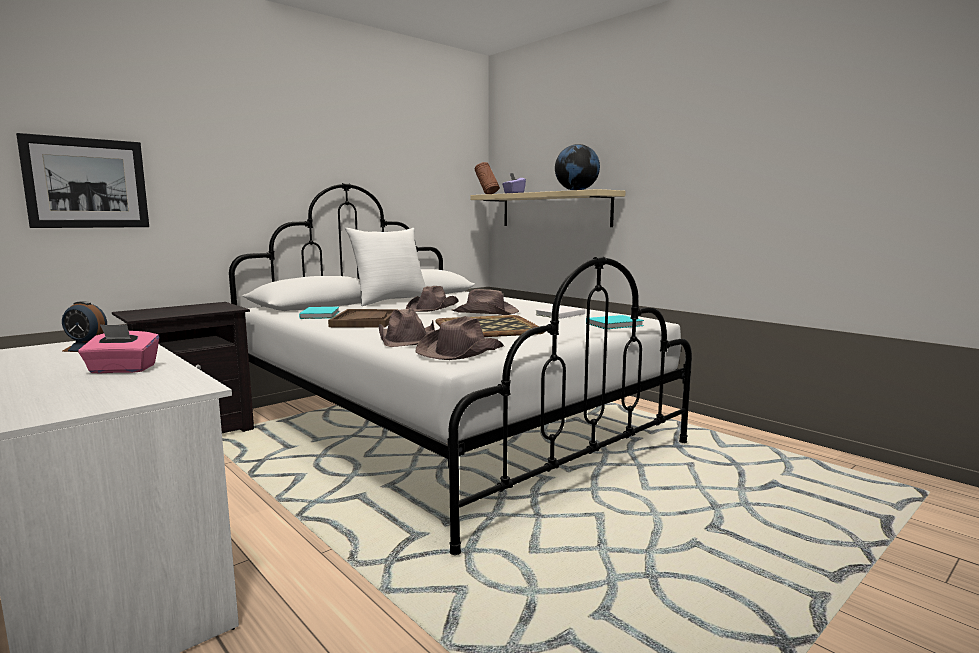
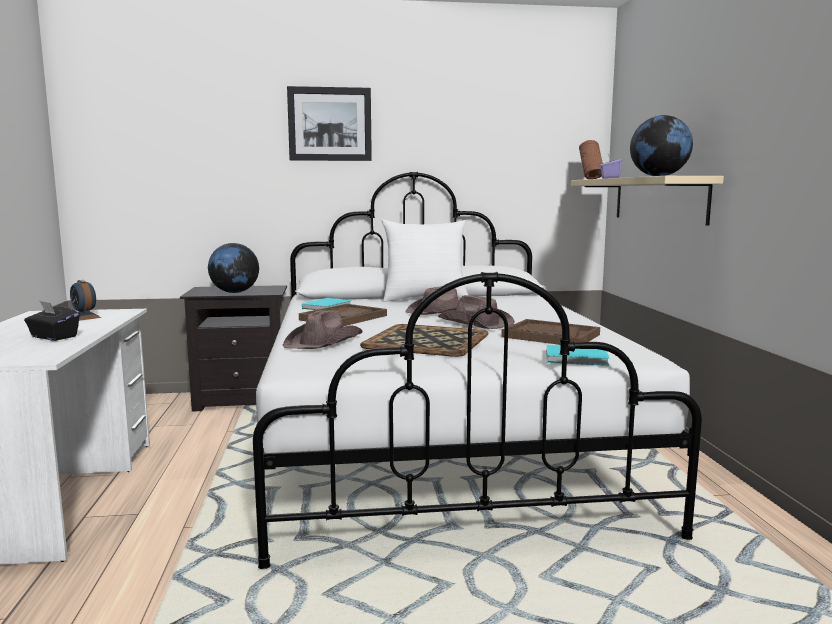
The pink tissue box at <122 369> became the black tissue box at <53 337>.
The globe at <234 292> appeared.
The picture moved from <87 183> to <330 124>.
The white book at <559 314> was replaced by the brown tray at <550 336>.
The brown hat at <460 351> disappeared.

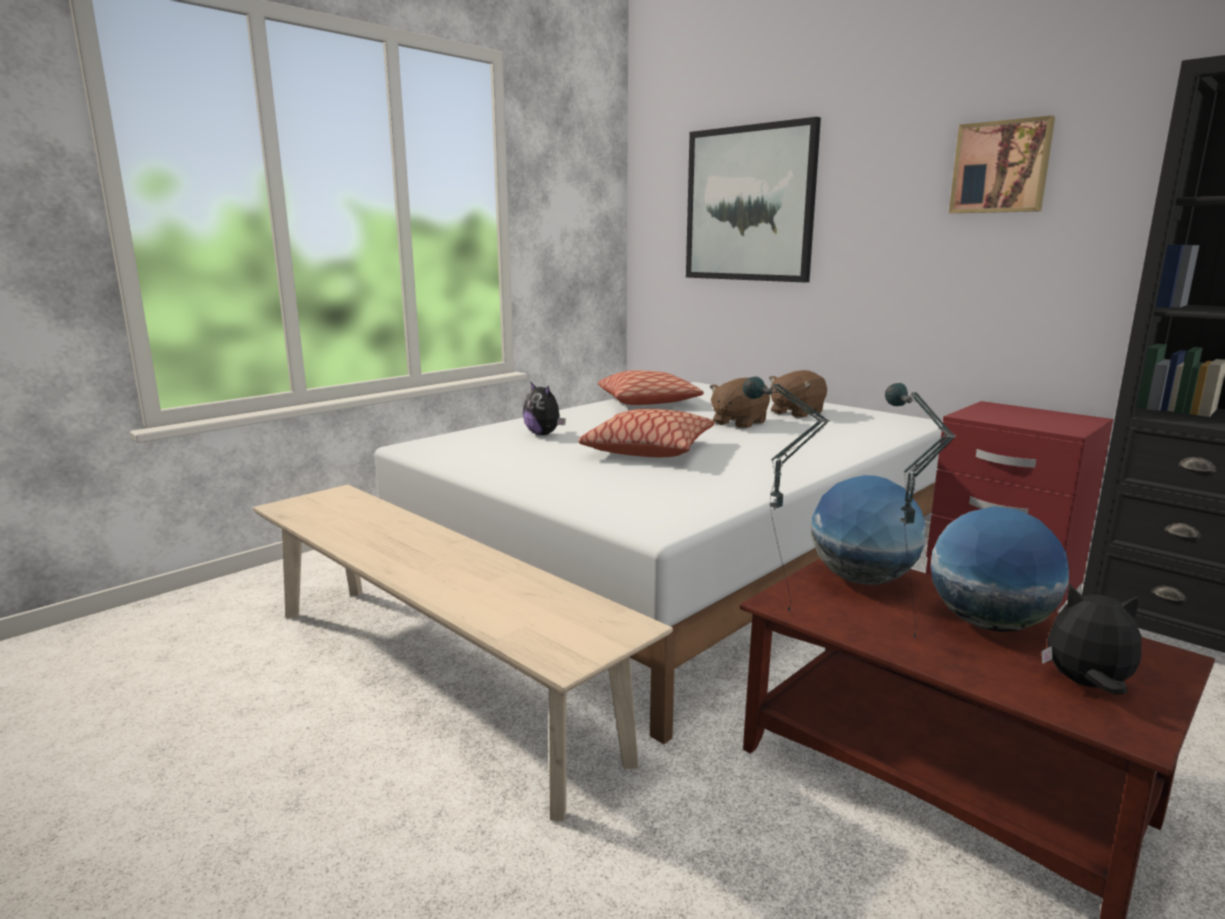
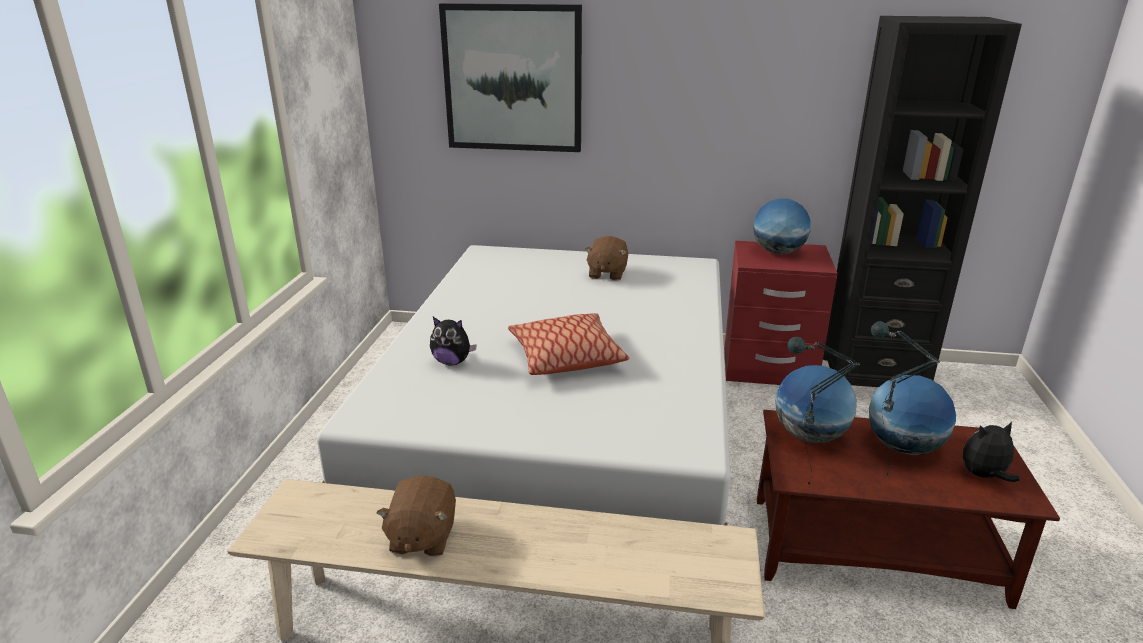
The brown plush toy moved from <738 423> to <422 537>.
The globe at <778 252> appeared.
The pillow at <648 402> disappeared.
The picture at <1001 167> disappeared.

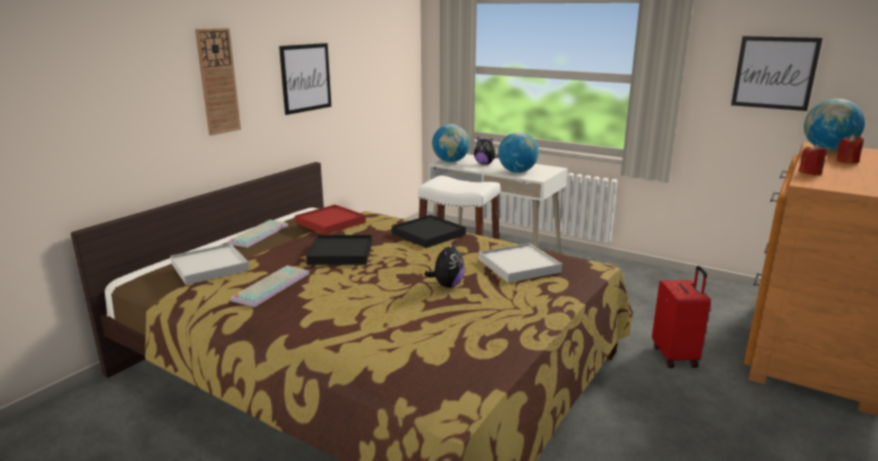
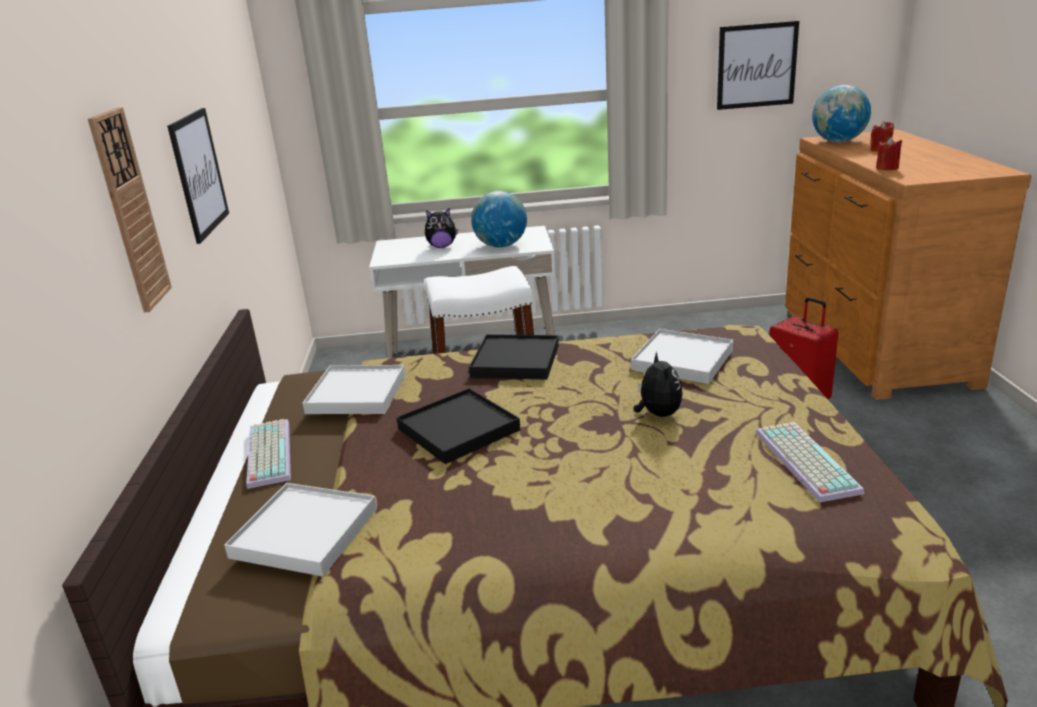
The red tray at <330 222> became the white tray at <357 394>.
The keyboard moved from <271 286> to <803 461>.
The globe at <450 161> disappeared.

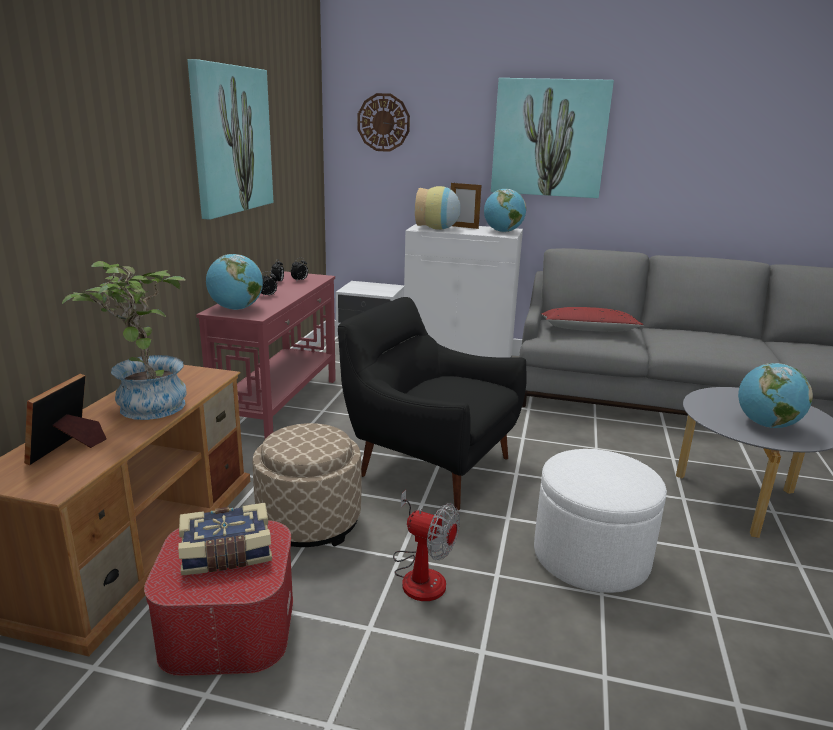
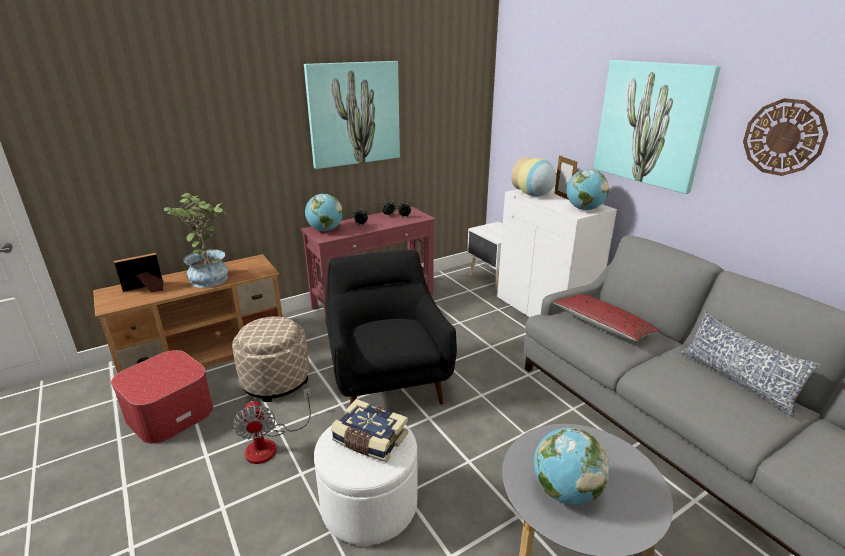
The book moved from <226 554> to <369 440>.
The pillow at <736 379> appeared.
The wall clock moved from <383 122> to <783 137>.

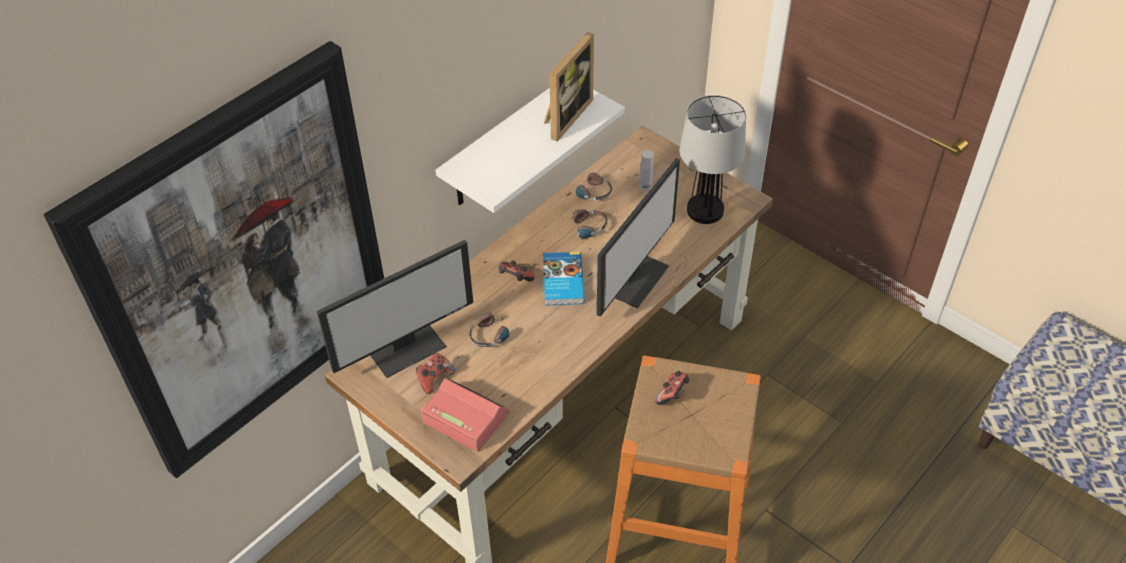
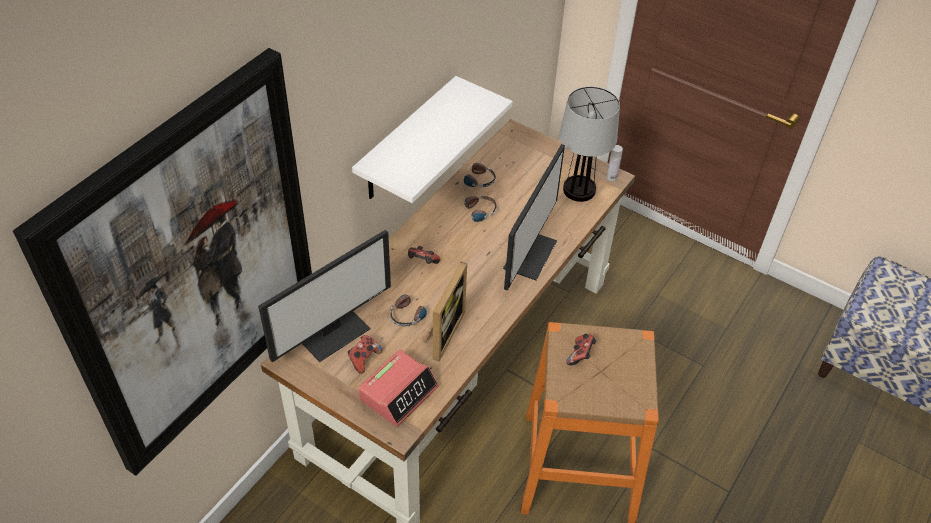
The alarm clock at <465 418> turned 105 degrees clockwise.
The picture frame moved from <564 116> to <441 332>.
The white bottle moved from <645 186> to <611 177>.
The book at <562 281> disappeared.

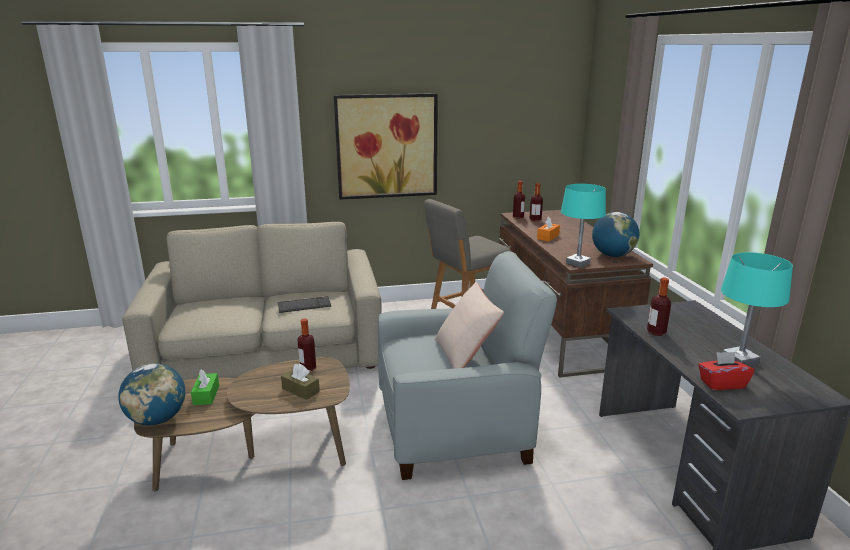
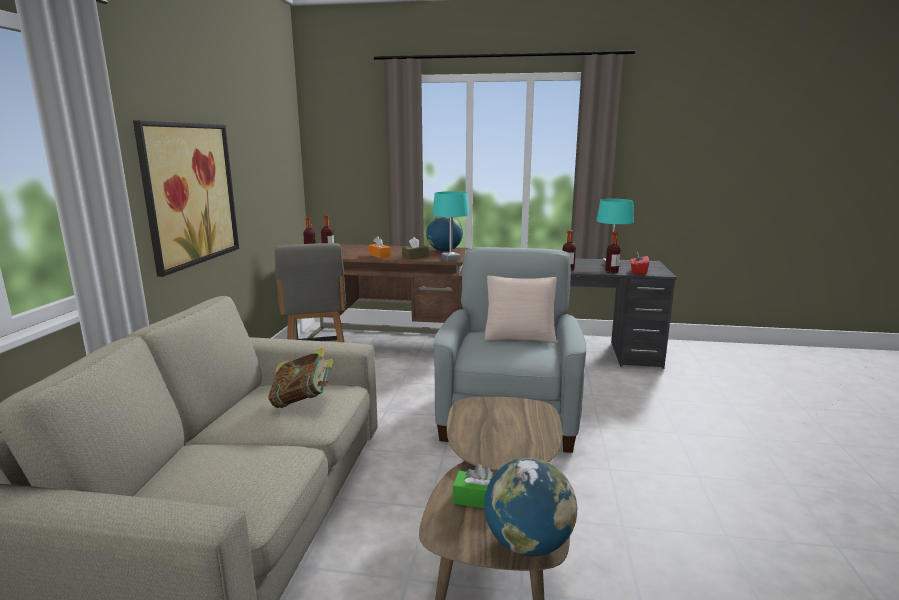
The keyboard at <304 306> was replaced by the book at <303 401>.
The brown tissue box moved from <300 390> to <415 257>.
The bottle moved from <308 368> to <611 272>.

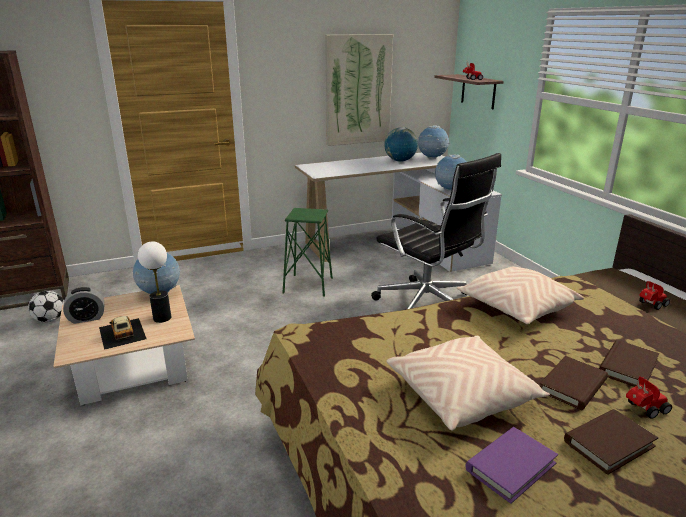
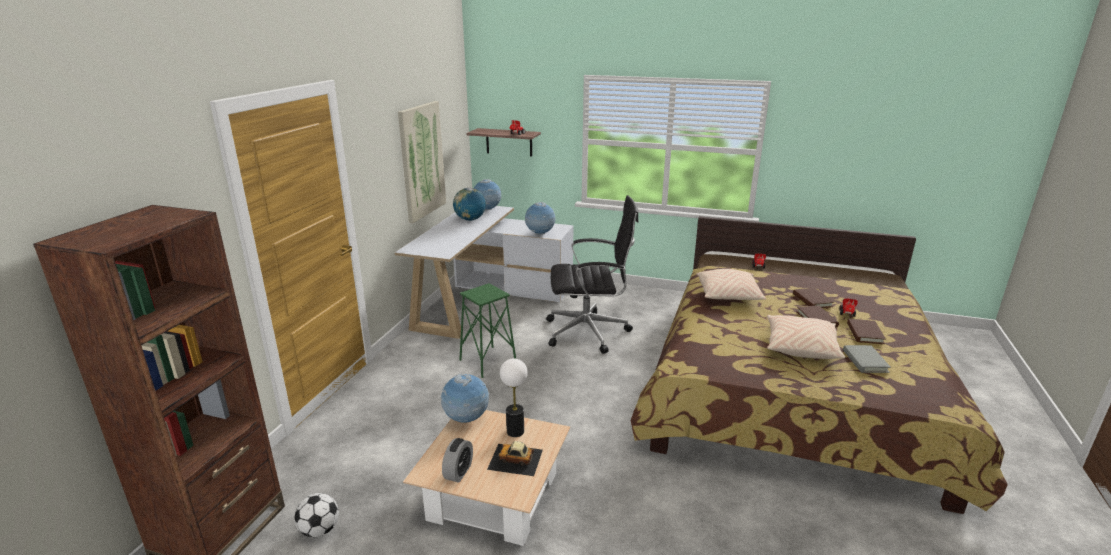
The purple book at <510 466> became the grey book at <865 361>.

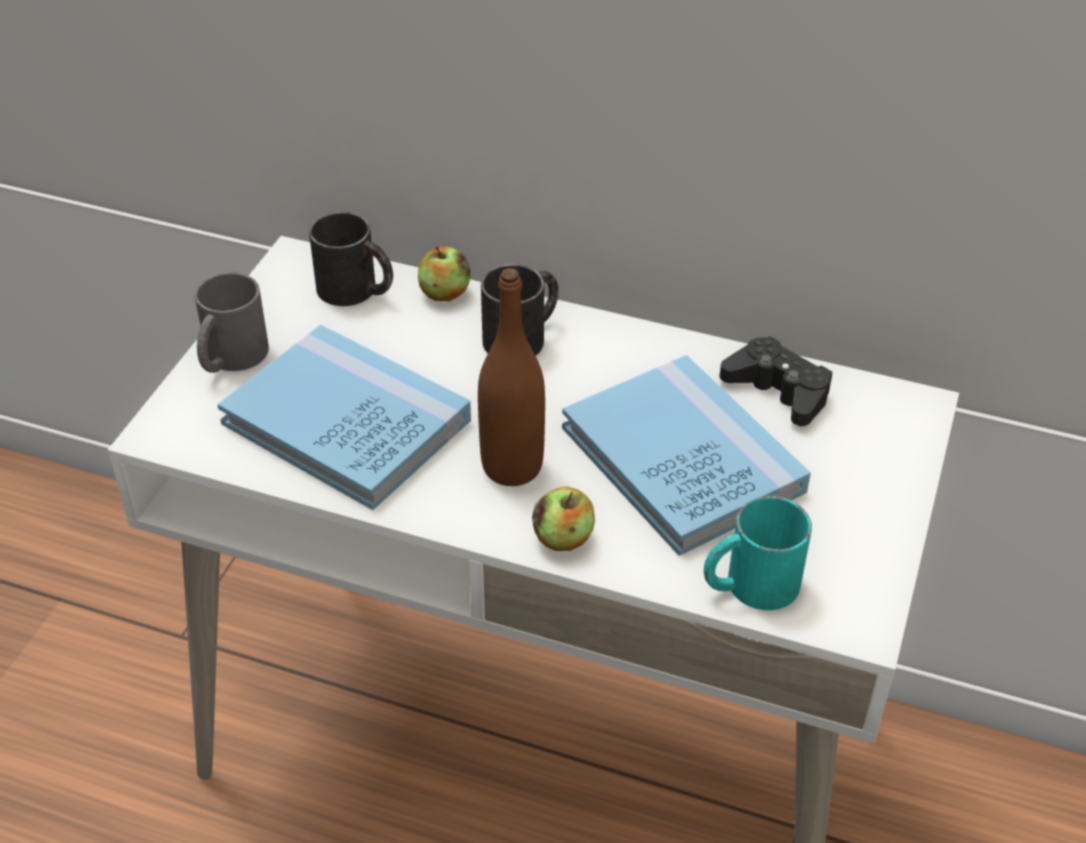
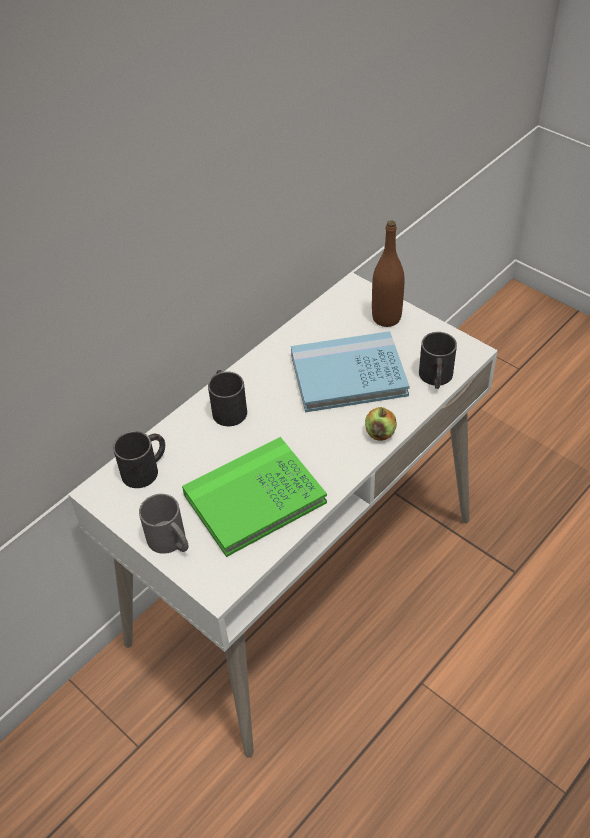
The blue book at <346 422> became the green book at <255 499>.
The brown bottle moved from <512 466> to <386 318>.
The turquoise mug at <749 585> became the black mug at <436 378>.
The apple at <444 293> disappeared.
The black game controller at <778 390> disappeared.

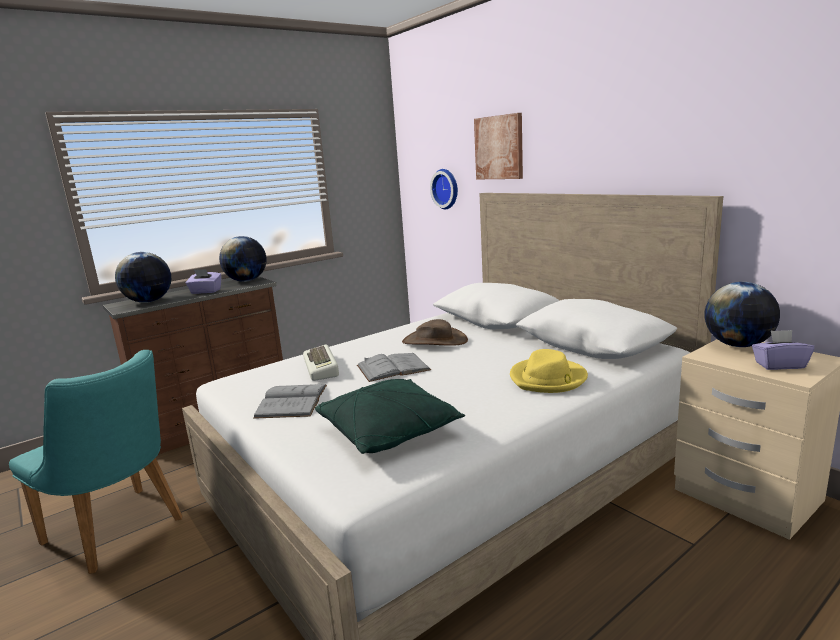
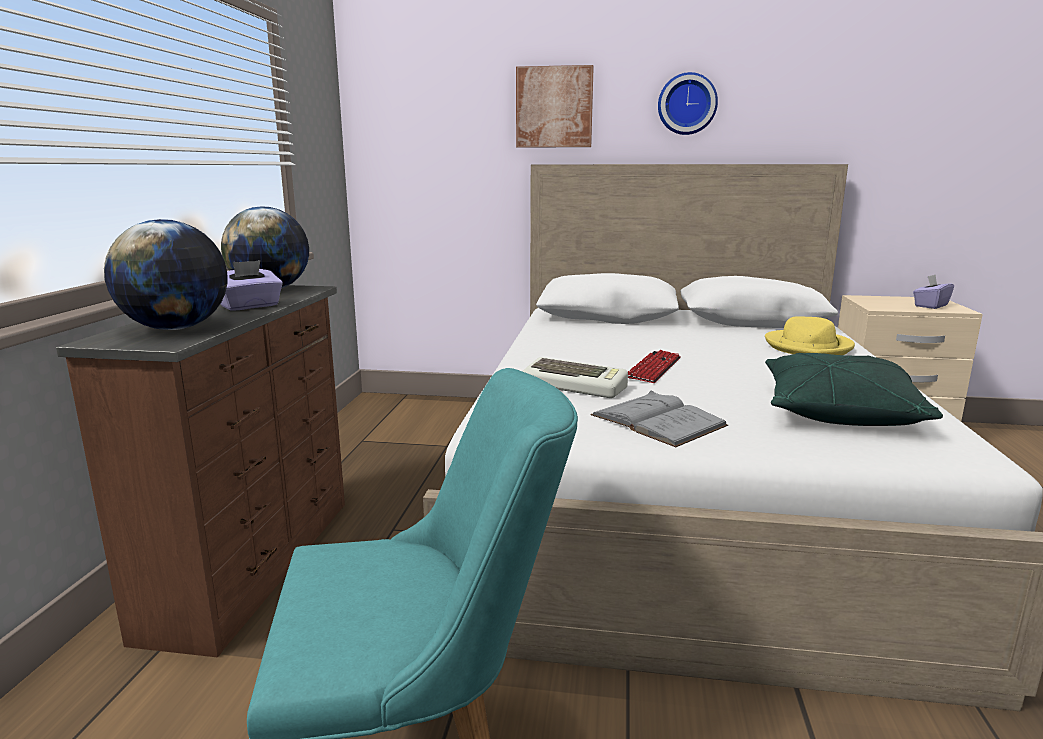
The grey book at <393 367> was replaced by the keyboard at <654 368>.
The wall clock moved from <446 188> to <687 104>.
The brown hat at <434 341> disappeared.
The globe at <738 345> disappeared.

